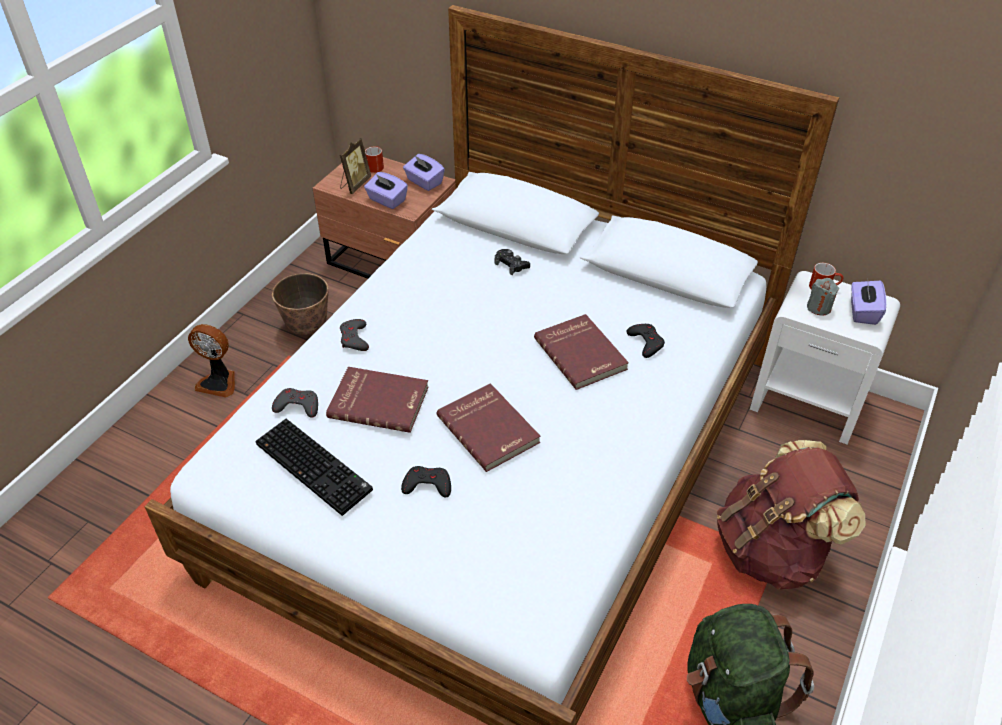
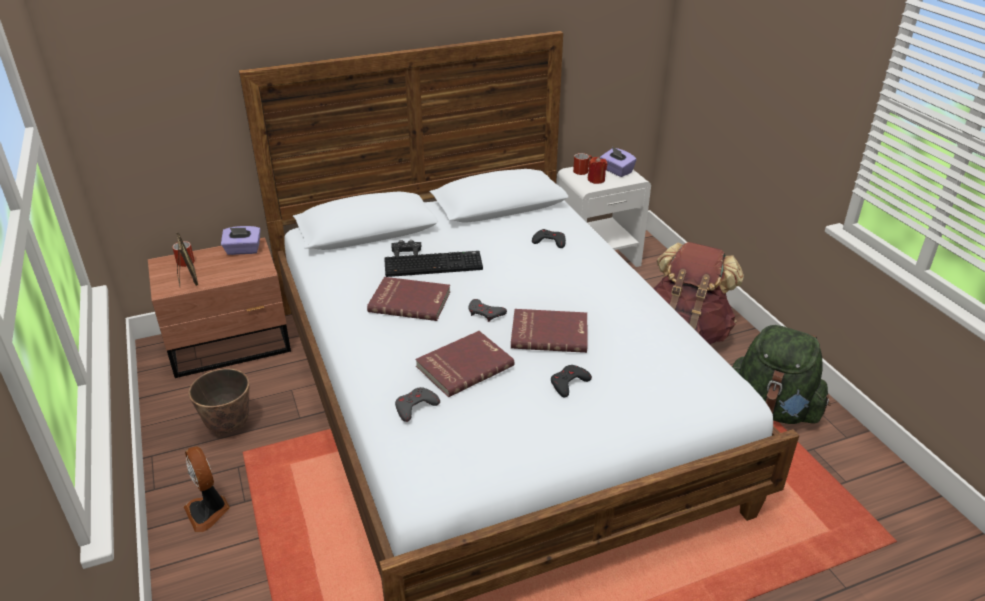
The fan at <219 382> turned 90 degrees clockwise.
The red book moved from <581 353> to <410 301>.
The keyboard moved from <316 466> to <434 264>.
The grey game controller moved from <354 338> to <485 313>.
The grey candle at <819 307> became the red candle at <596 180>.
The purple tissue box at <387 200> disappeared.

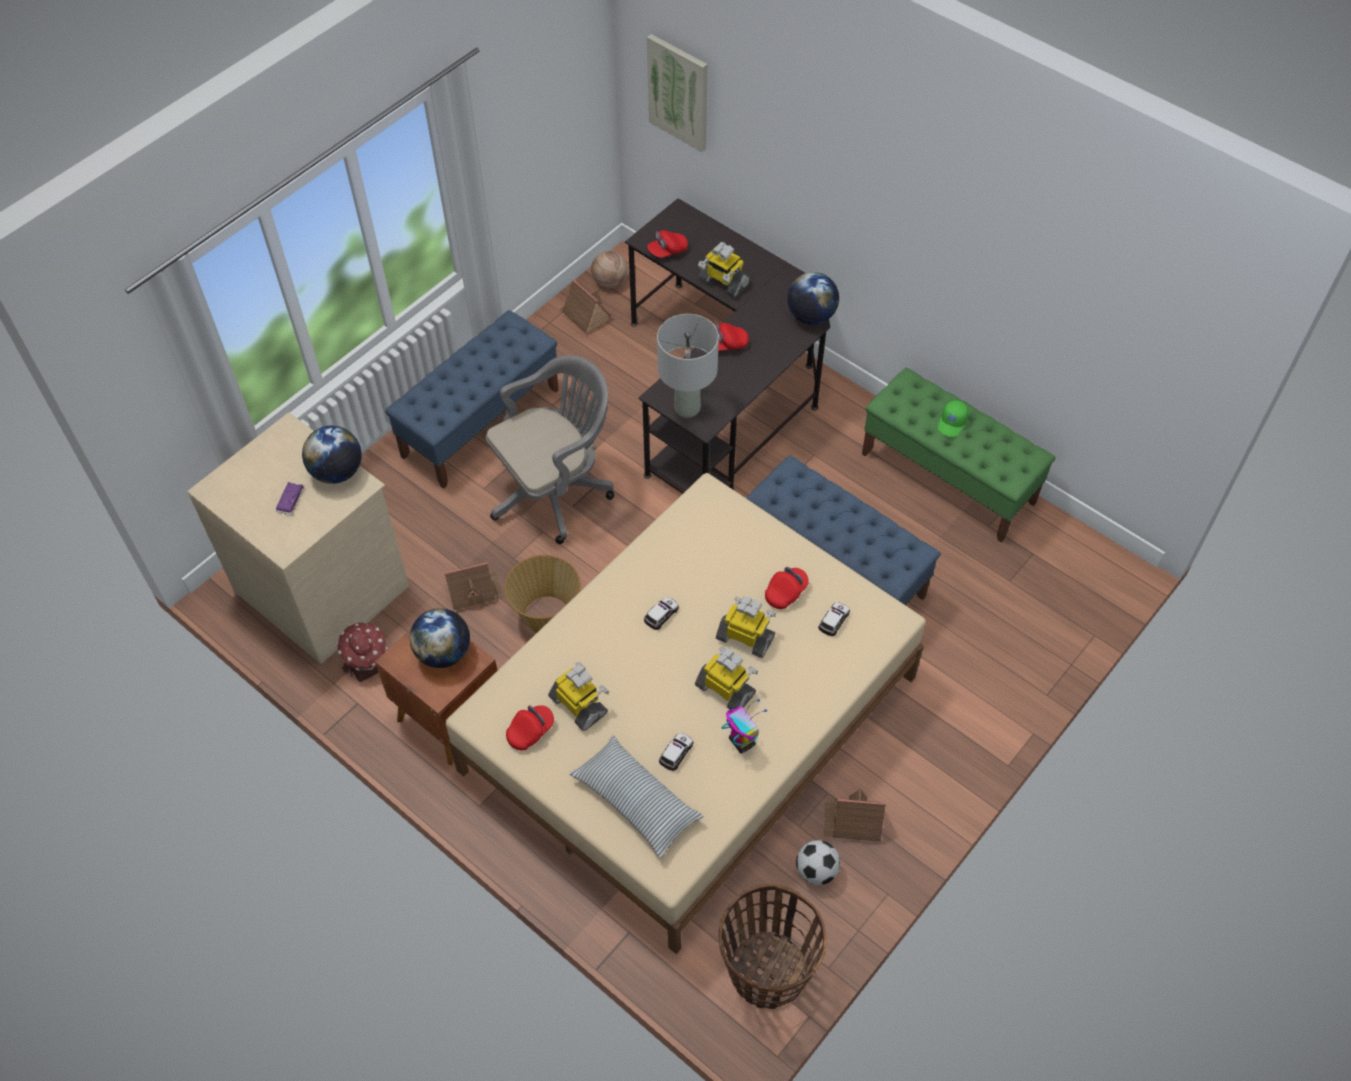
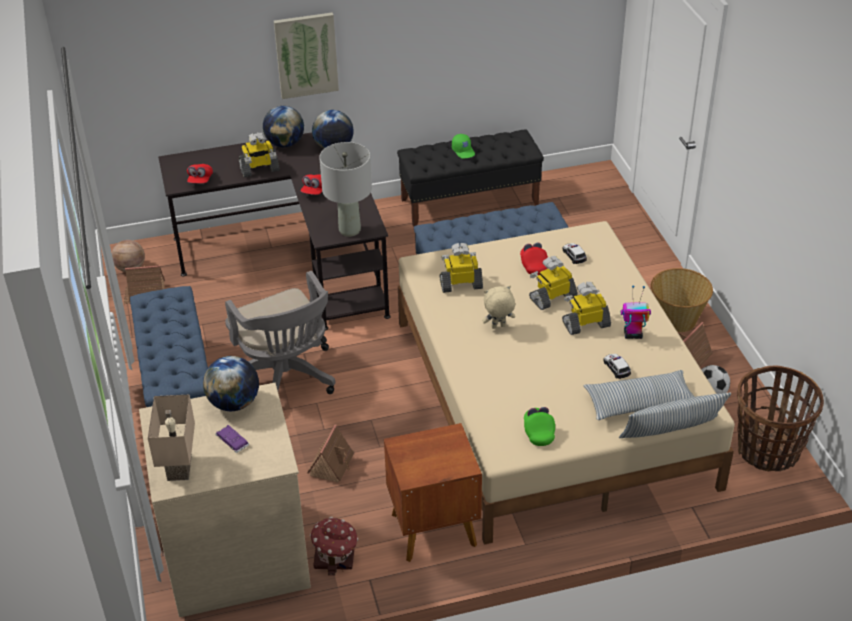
The beige table lamp at <177 467> appeared.
The grey office chair at <555 490> turned 150 degrees clockwise.
The globe moved from <444 653> to <285 143>.
The picture moved from <679 92> to <306 55>.
The green bench at <948 478> became the black bench at <470 202>.
The toy robot moved from <579 705> to <461 284>.
The toy car at <661 614> was replaced by the beige plush toy at <498 327>.
The red cap at <530 731> became the green cap at <538 432>.
The pillow at <671 432> appeared.
The basket moved from <546 614> to <676 320>.

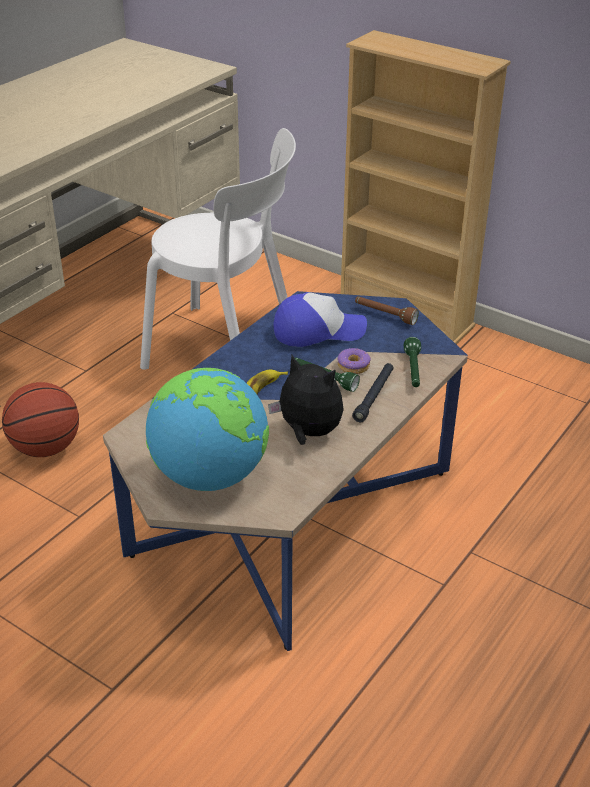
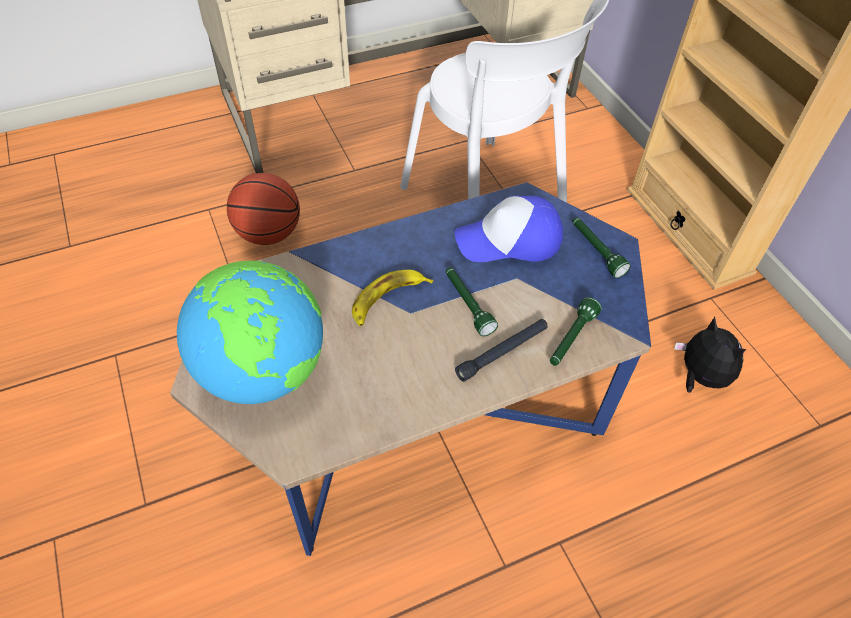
The cap at <318 331> turned 150 degrees clockwise.
The brown flashlight at <385 315> became the green flashlight at <596 251>.
The plush toy moved from <308 433> to <699 377>.
The donut at <353 366> disappeared.

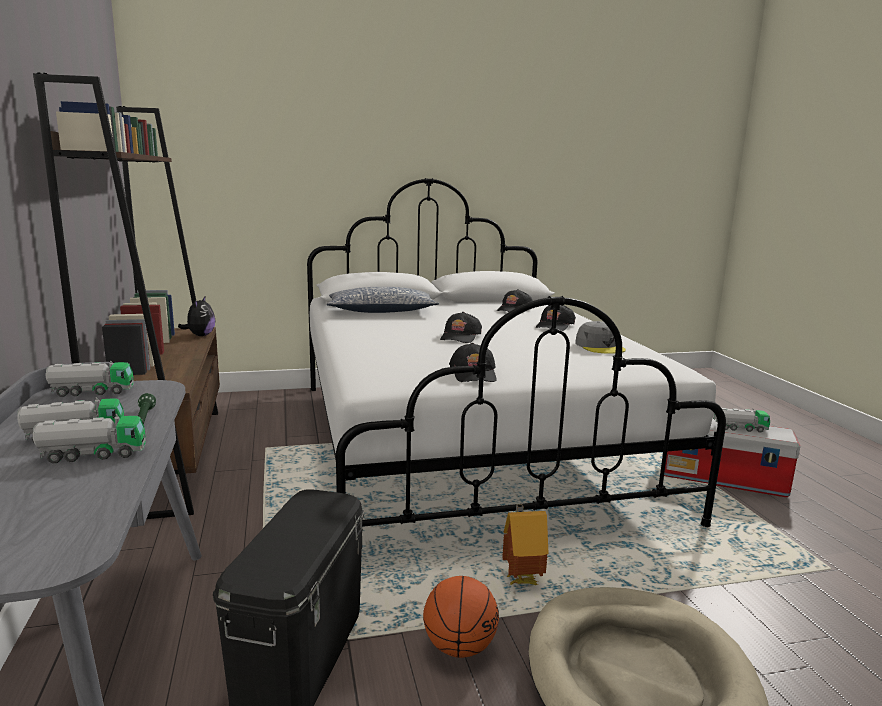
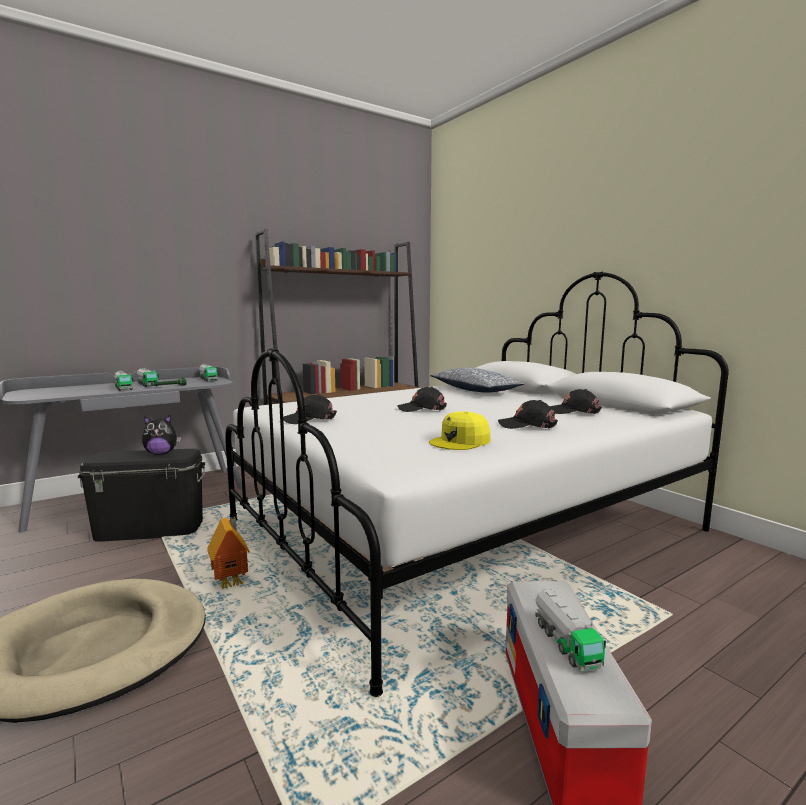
The plush toy moved from <200 335> to <161 454>.
The grey cap at <600 346> became the yellow cap at <460 441>.
The basketball at <459 646> disappeared.

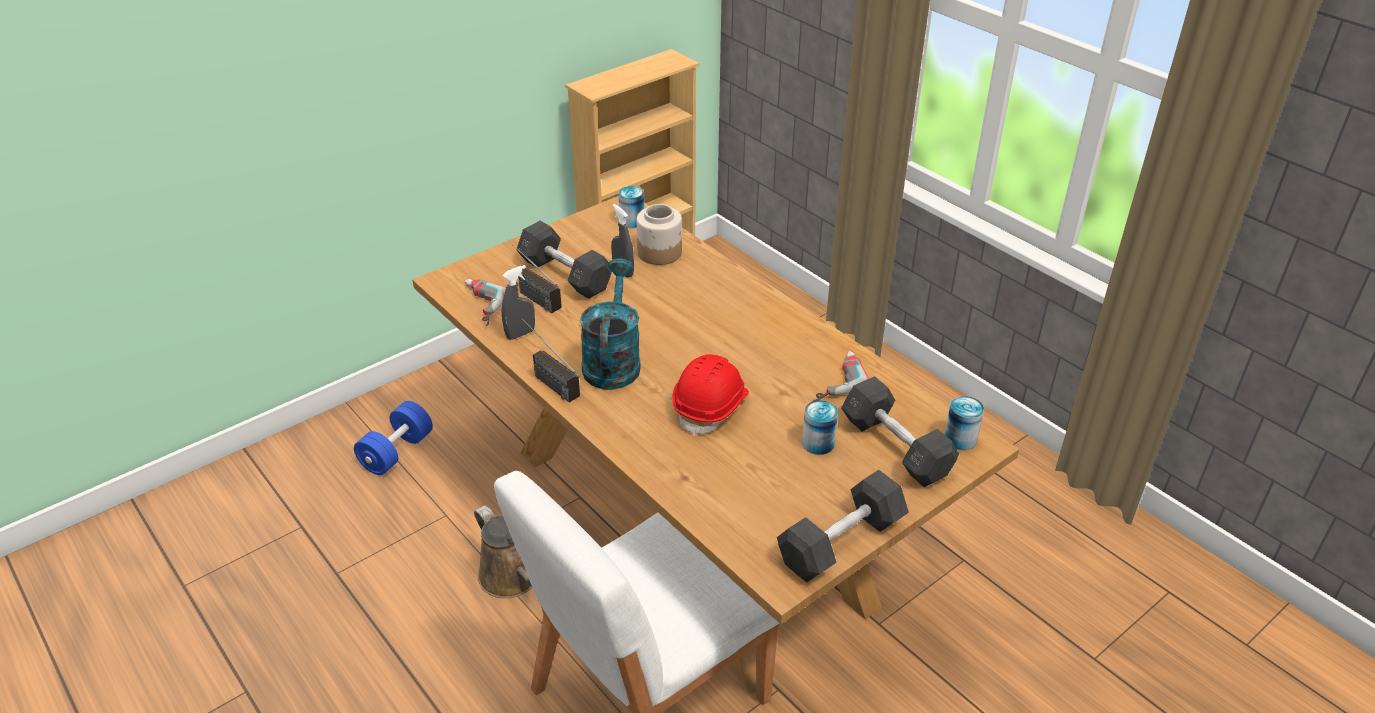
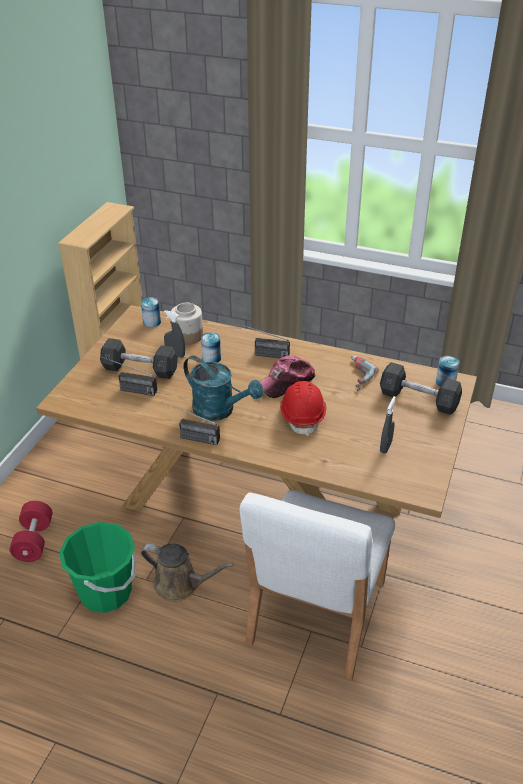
The blue dumbbell at <397 452> became the red dumbbell at <34 541>.
The green bucket at <106 592> appeared.
The turquoise watering can at <612 361> turned 150 degrees clockwise.
The can moved from <818 443> to <211 358>.
The radio at <262 354> appeared.
The cap at <286 382> appeared.
The grey spray bottle moved from <520 334> to <385 447>.
The power drill at <477 306> disappeared.
The grey dumbbell at <841 542> disappeared.

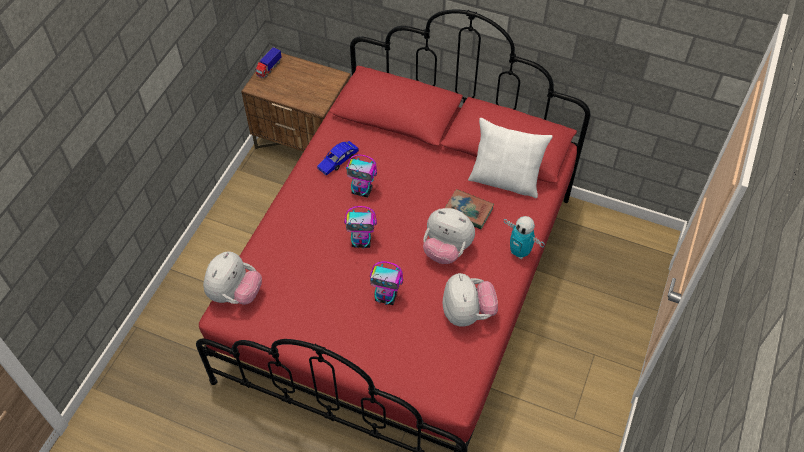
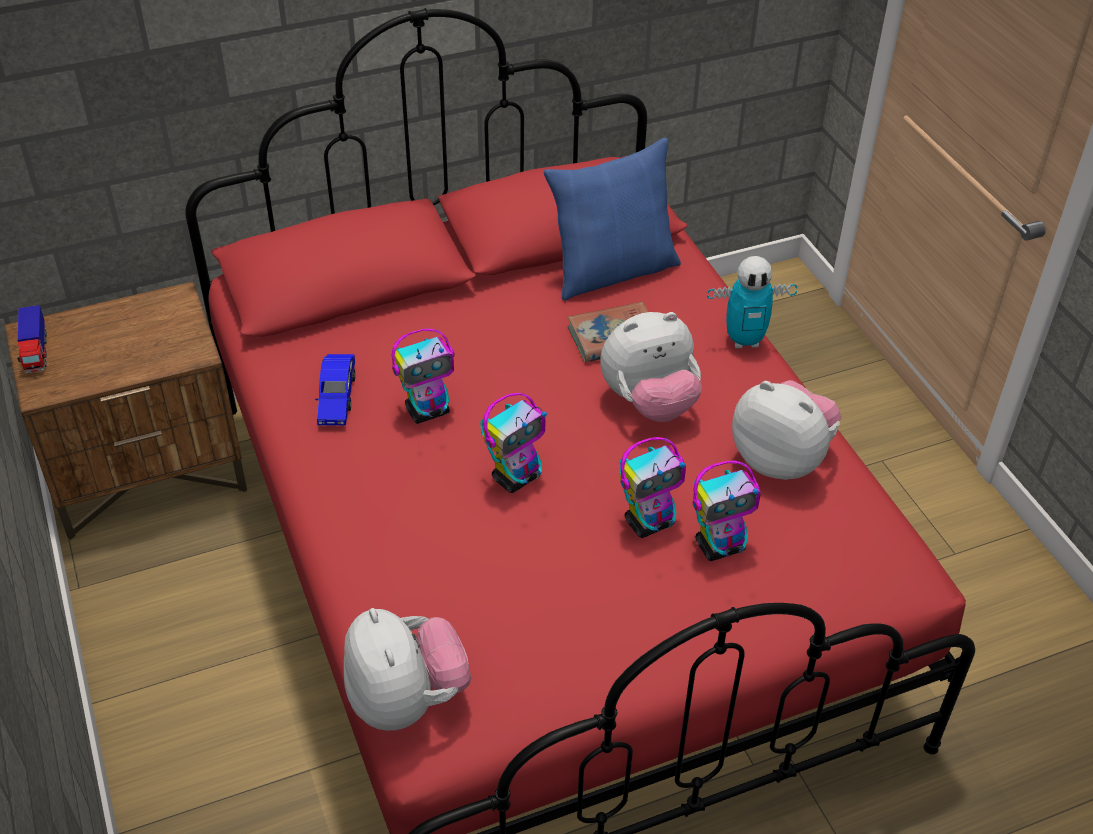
The white pillow at <505 180> became the blue pillow at <612 270>.
The toy robot at <720 546> appeared.

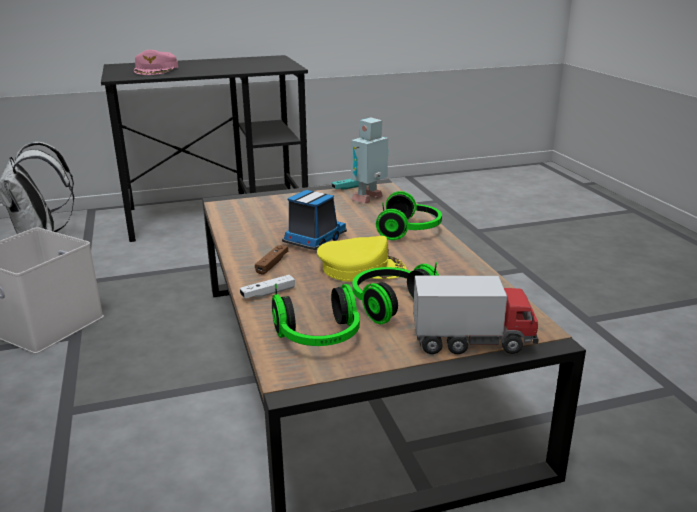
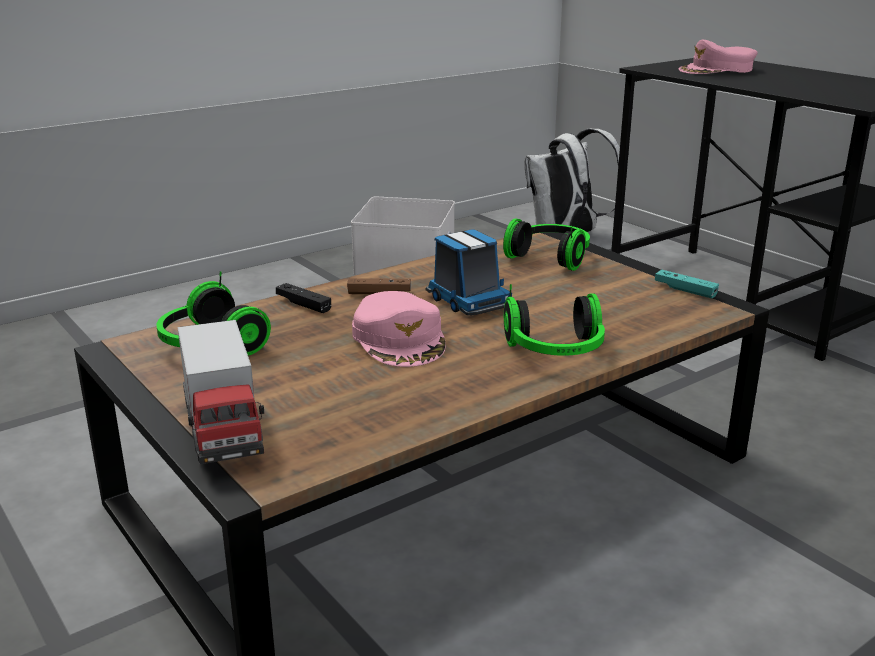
The white game controller at <268 293> became the black game controller at <303 304>.
The yellow cap at <361 268> became the pink cap at <400 339>.
The toy truck at <314 240> turned 45 degrees clockwise.
The headphones moved from <389 304> to <551 257>.
The toy robot at <370 199> disappeared.

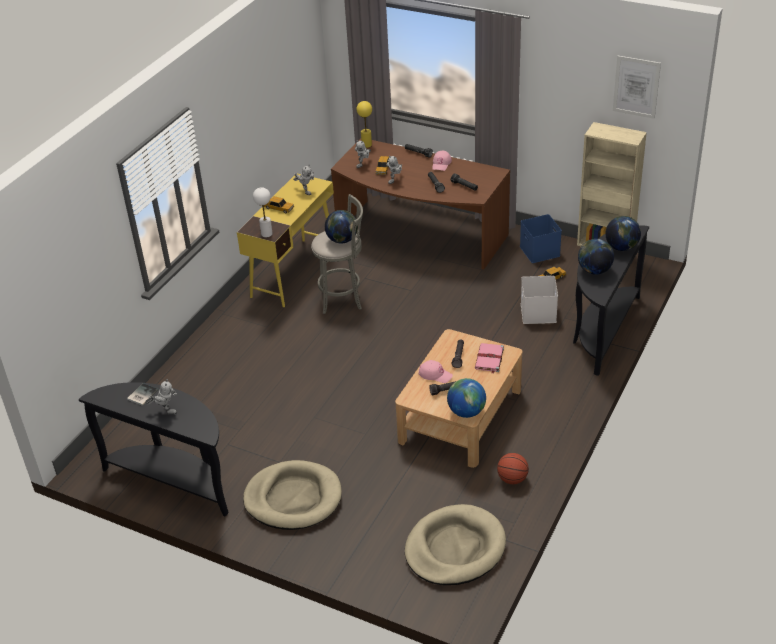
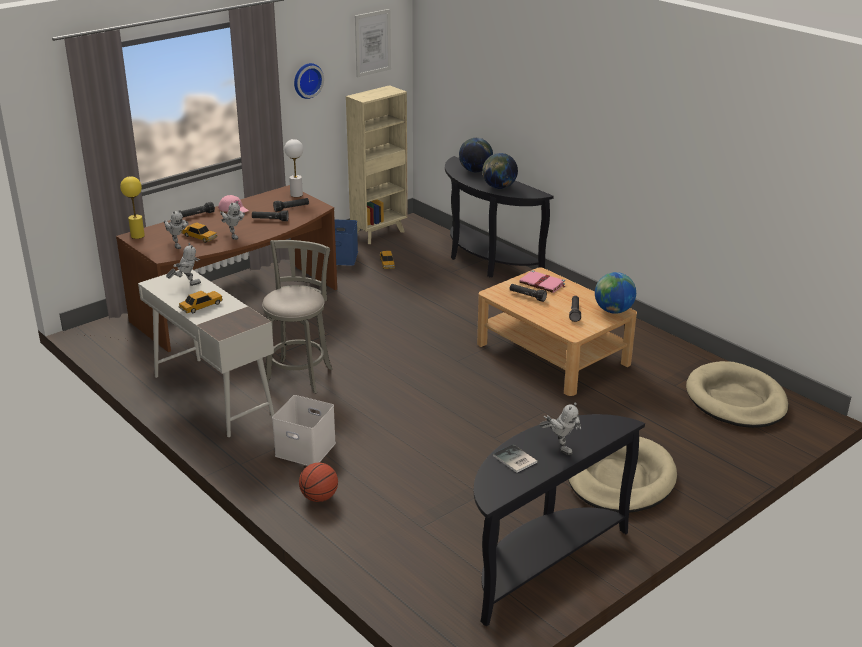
The yellow desk at <294 272> became the white desk at <212 395>.
The white storage box moved from <537 312> to <304 449>.
The white table lamp moved from <266 234> to <296 194>.
The wall clock at <307 80> appeared.
The basketball moved from <512 479> to <319 497>.
The toy robot at <165 411> turned 105 degrees clockwise.
The globe at <342 240> disappeared.
The pink cap at <435 374> disappeared.

